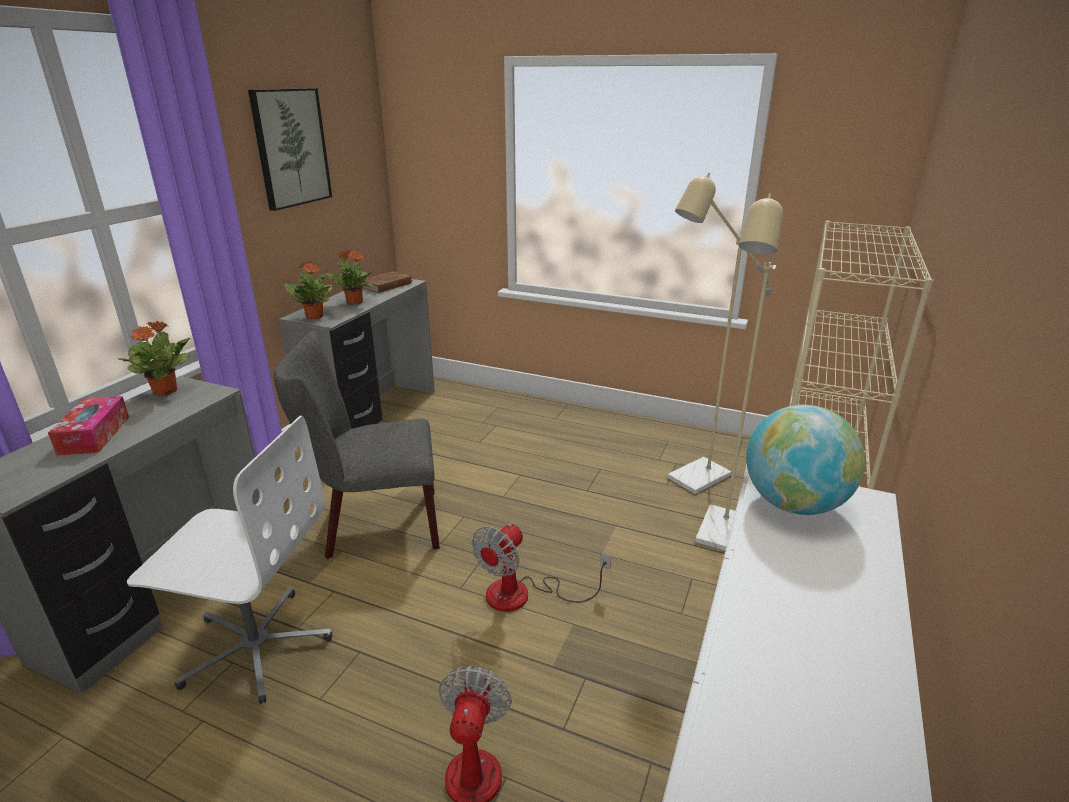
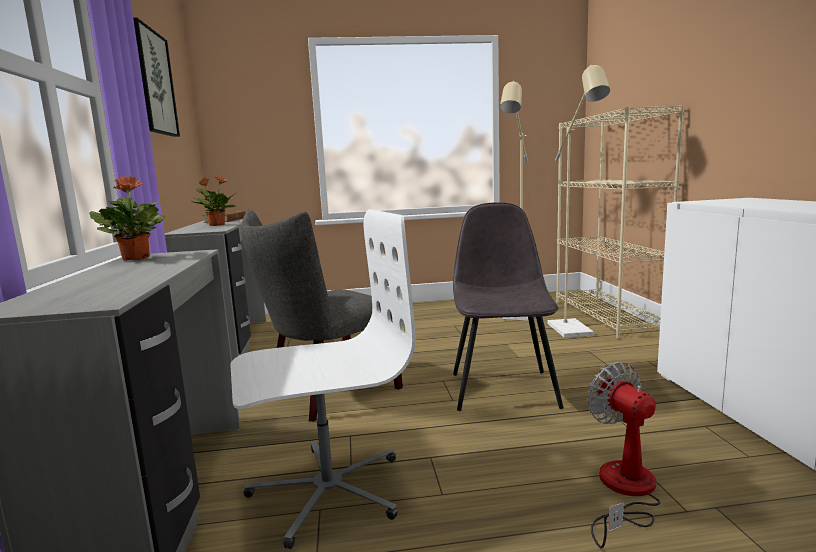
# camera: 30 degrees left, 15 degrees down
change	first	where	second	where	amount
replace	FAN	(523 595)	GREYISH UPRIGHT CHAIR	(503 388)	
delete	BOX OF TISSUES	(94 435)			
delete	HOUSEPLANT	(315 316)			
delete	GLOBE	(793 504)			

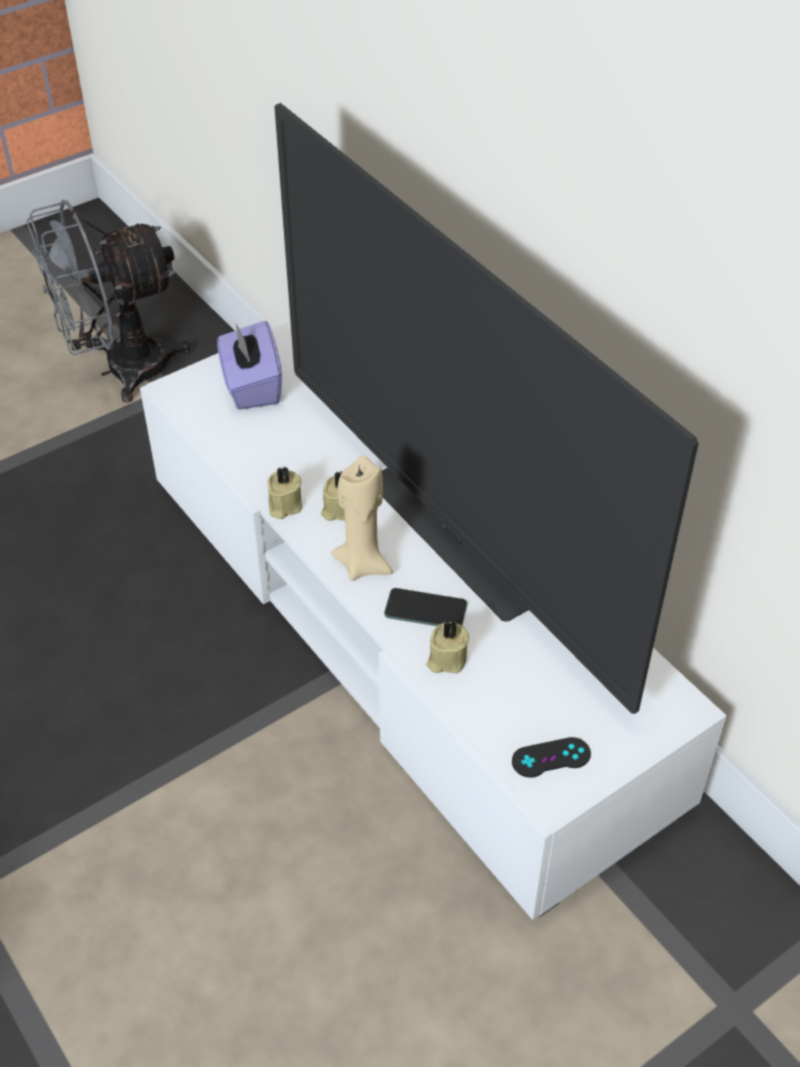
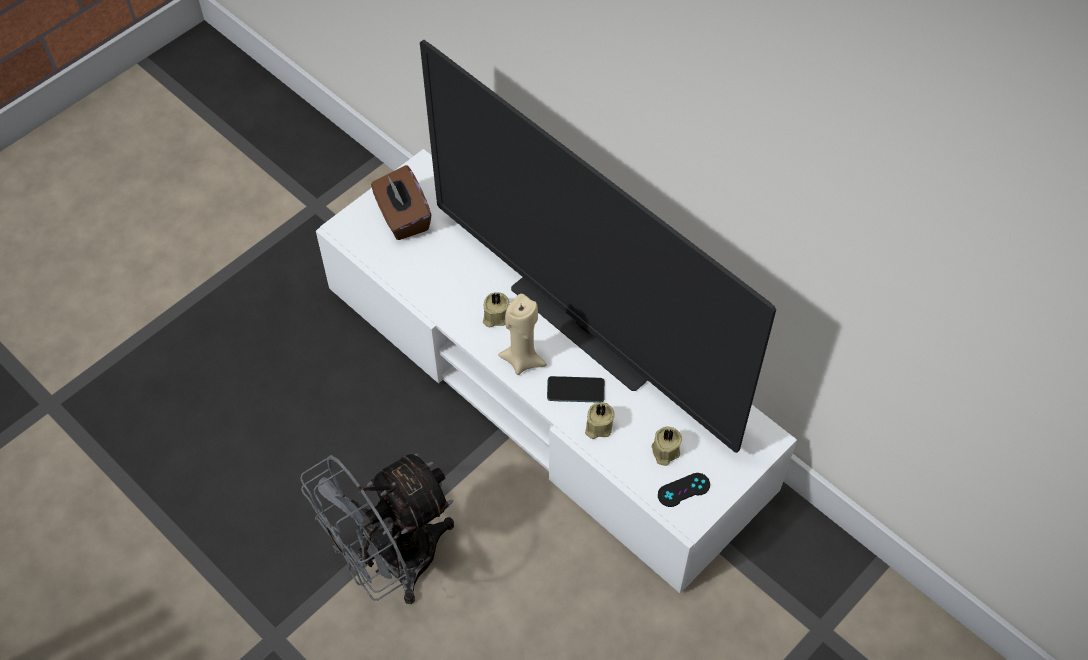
# camera: 10 degrees left, 10 degrees up
change	first	where	second	where	amount
move	GREYISH FAN	(120 370)		(392 562)	
recolor	PURPLE BOX OF TISSUES	(251 386)	BROWN-COLOURED BOX OF TISSUES	(402 217)	
move	SAND-COLOURED WAX CANDLE	(284 506)		(664 452)	

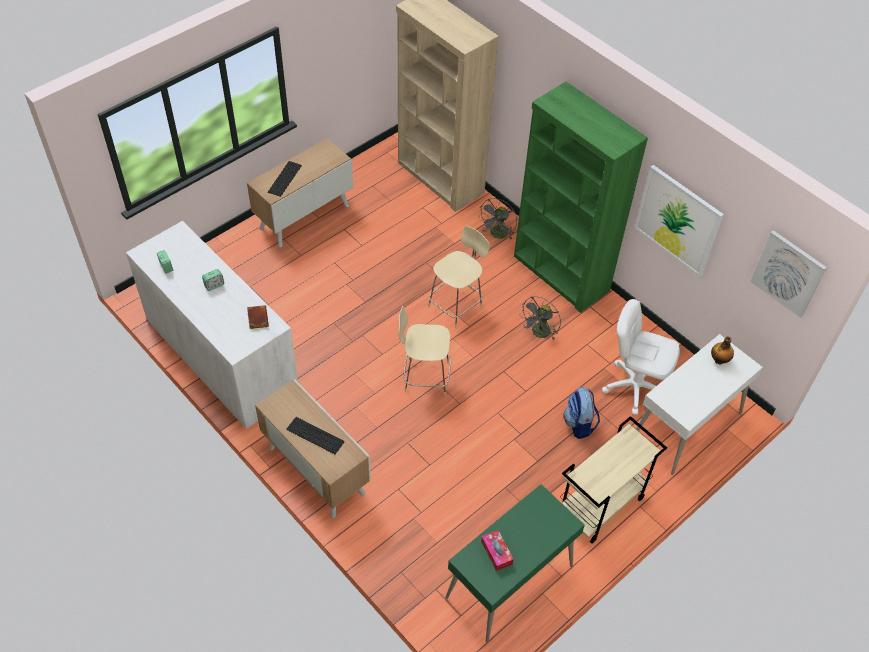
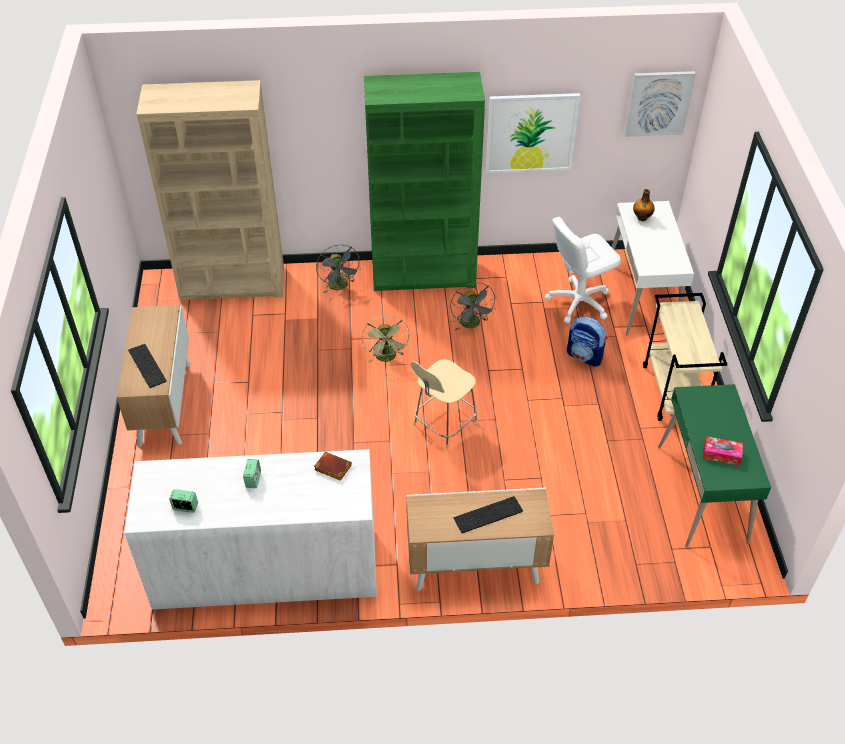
# camera: 50 degrees left, 5 degrees down
change	first	where	second	where	amount
replace	SAND-COLOURED UPRIGHT CHAIR	(456 305)	GREEN FAN	(387 358)	

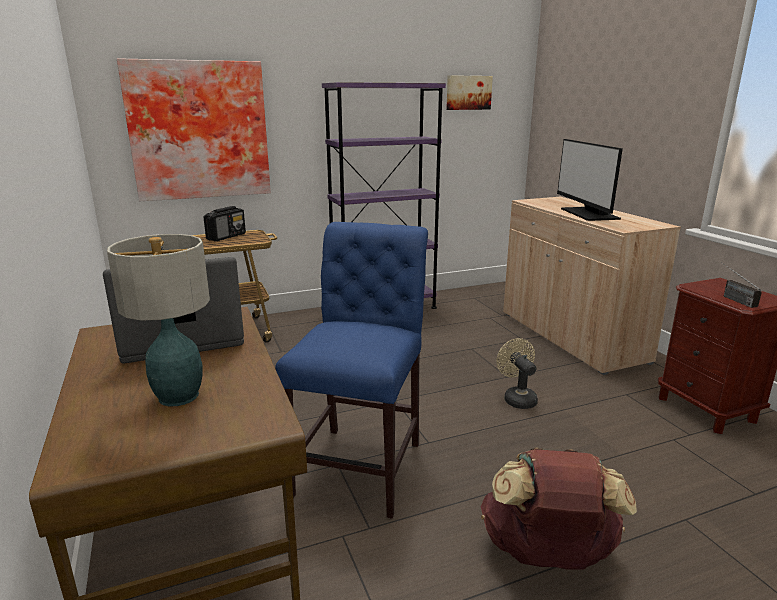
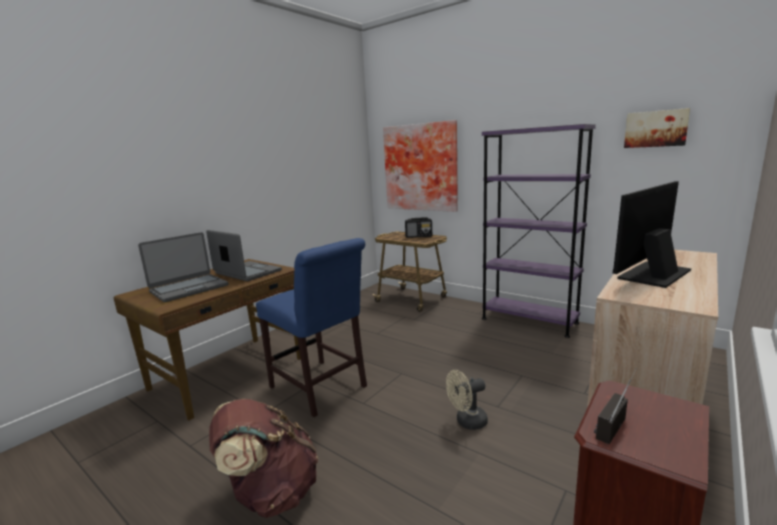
# camera: 60 degrees right, 5 degrees down
change	first	where	second	where	amount
replace	TABLE LAMP	(178 396)	LAPTOP	(189 288)	
rotate	BLUE UPRIGHT CHAIR	(362 463)		(321 389)	60 degrees clockwise
rotate	SAND-COLOURED FAN	(517 398)		(467 422)	150 degrees counterclockwise

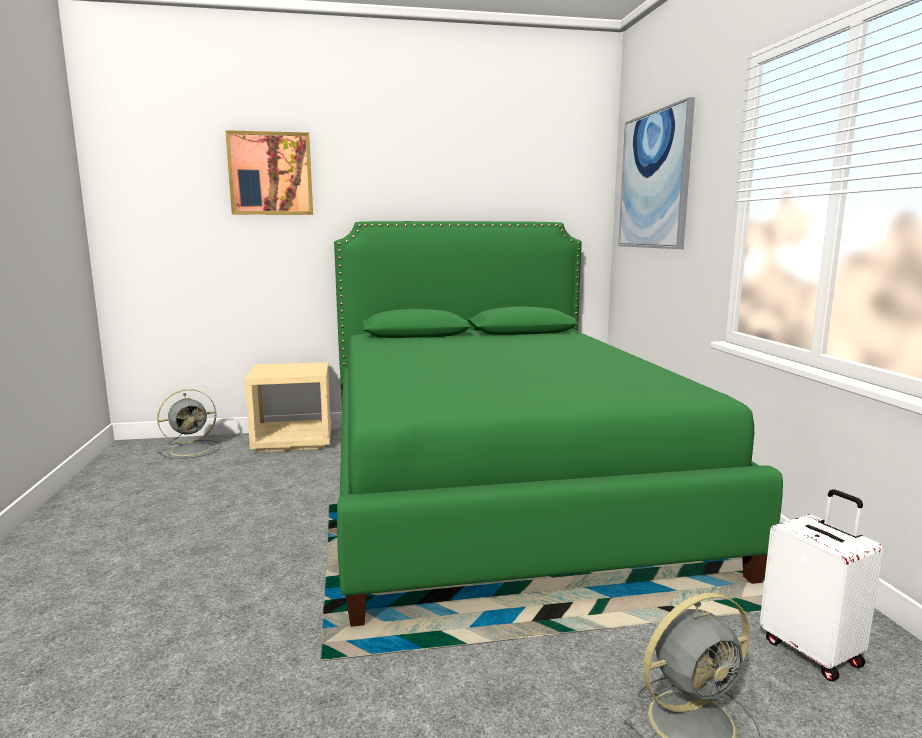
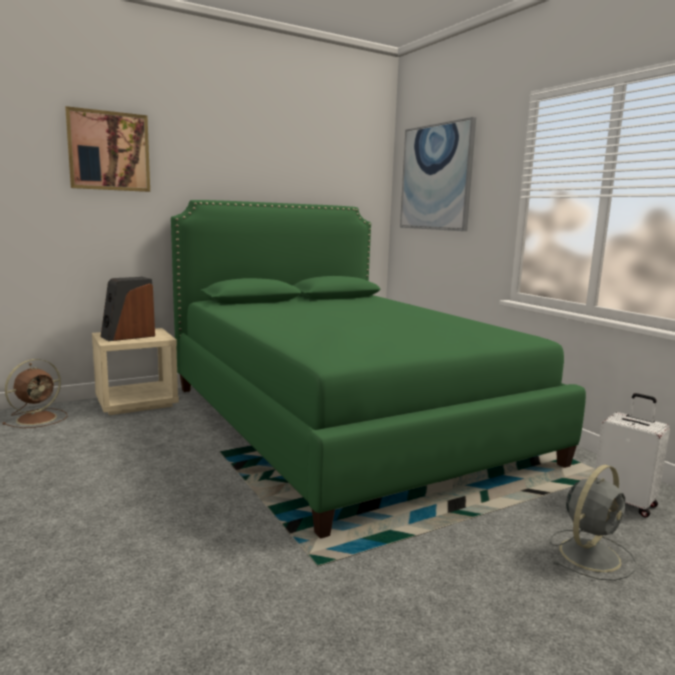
# camera: 20 degrees left, 0 degrees up
change	first	where	second	where	amount
recolor	GREYISH FAN	(192 449)	BROWN-COLOURED FAN	(38 418)	
insert			AUDIO SPEAKER	(128 336)	

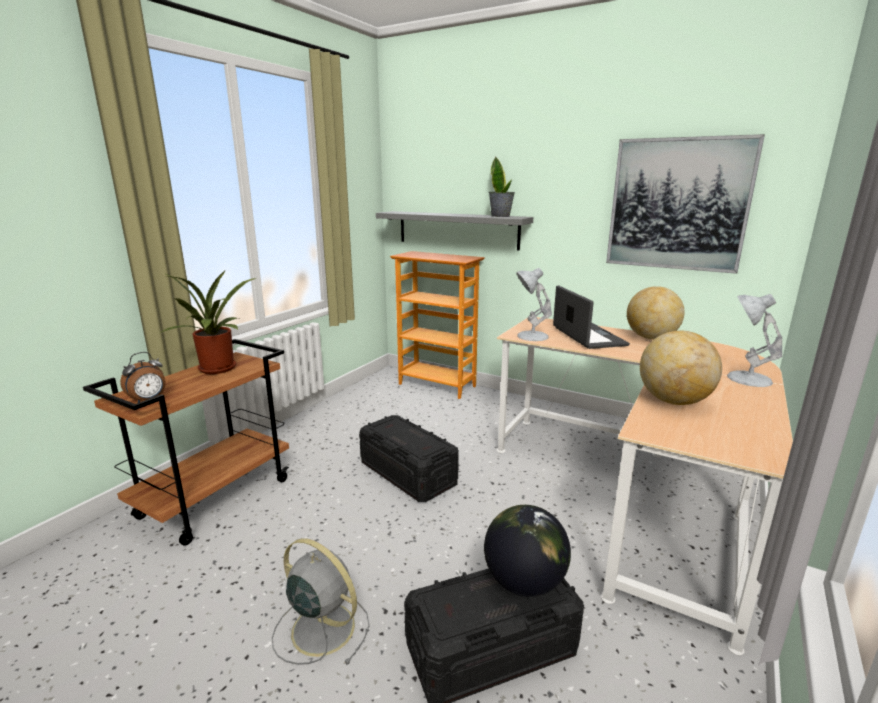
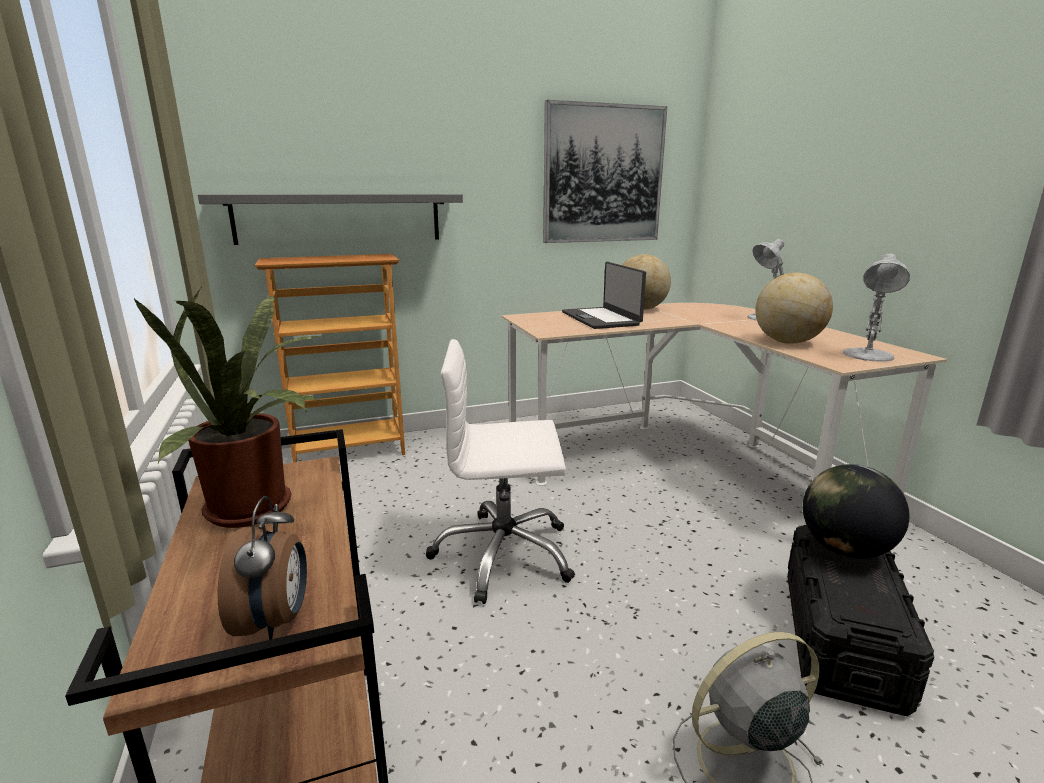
# camera: 50 degrees left, 0 degrees up
change	first	where	second	where	amount
replace	BLACK STORAGE CONTAINER	(408 473)	WHITE-COLOURED DESK CHAIR	(503 555)	
rotate	LAPTOP	(587 336)		(601 318)	135 degrees counterclockwise
move	WHITE-COLOURED TABLE LAMP	(531 336)		(868 355)	
delete	HOUSEPLANT	(500 216)			

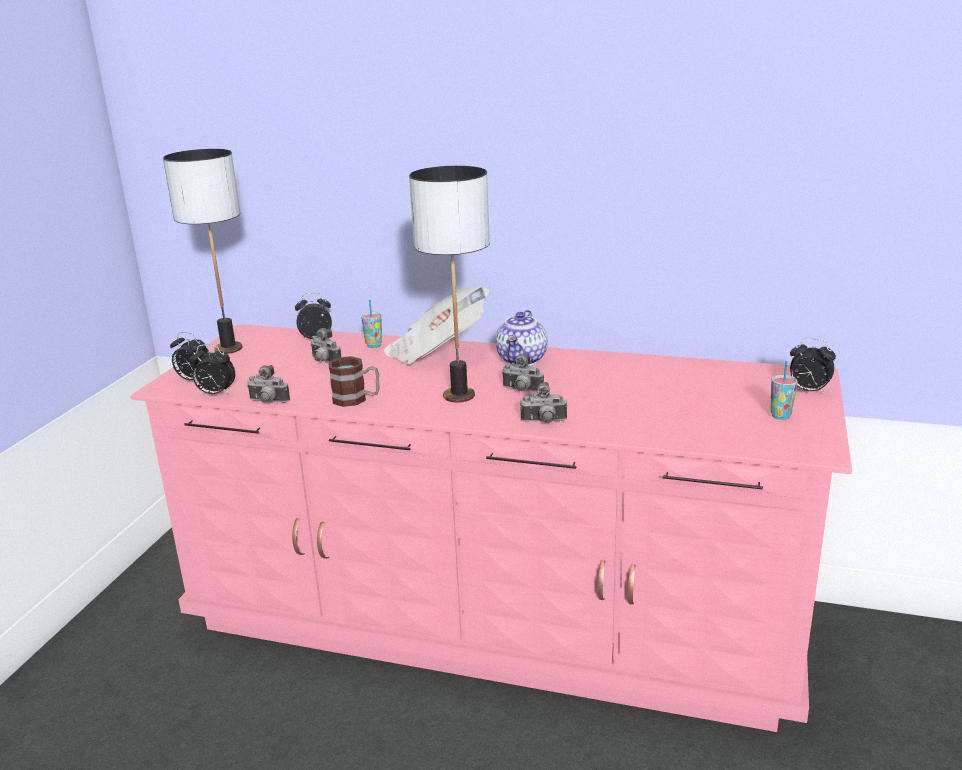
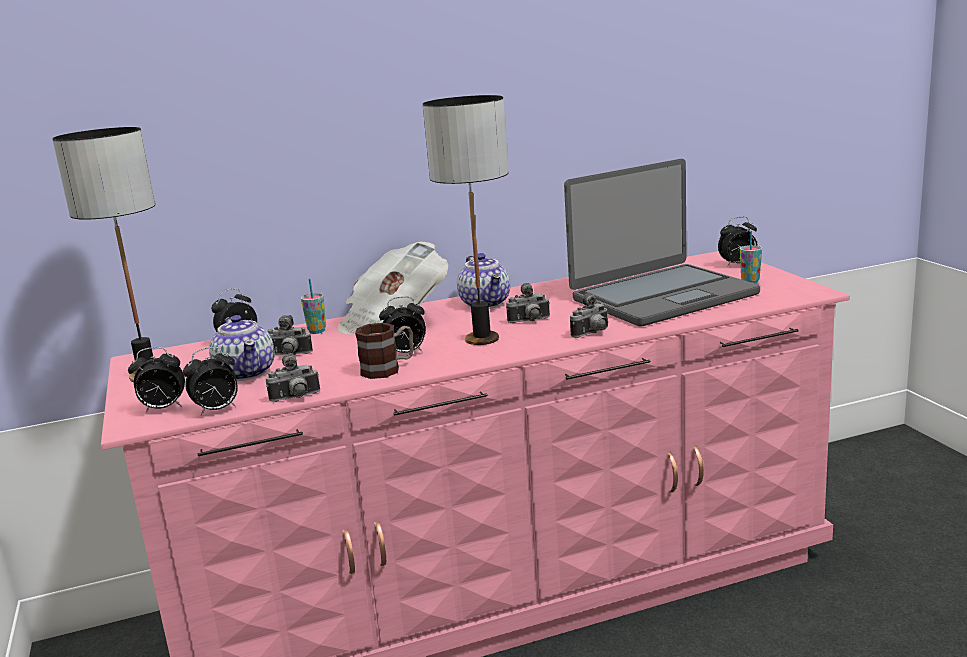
# camera: 35 degrees left, 5 degrees down
change	first	where	second	where	amount
insert			TEA POT	(246 372)	
insert			BEDSIDE CLOCK	(406 353)	
insert			LAPTOP	(662 296)	

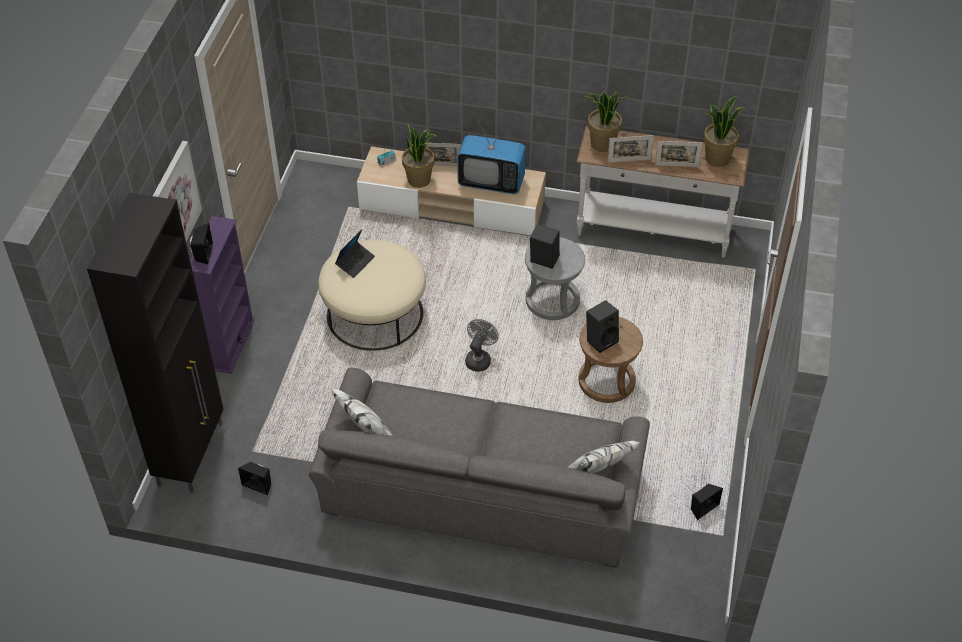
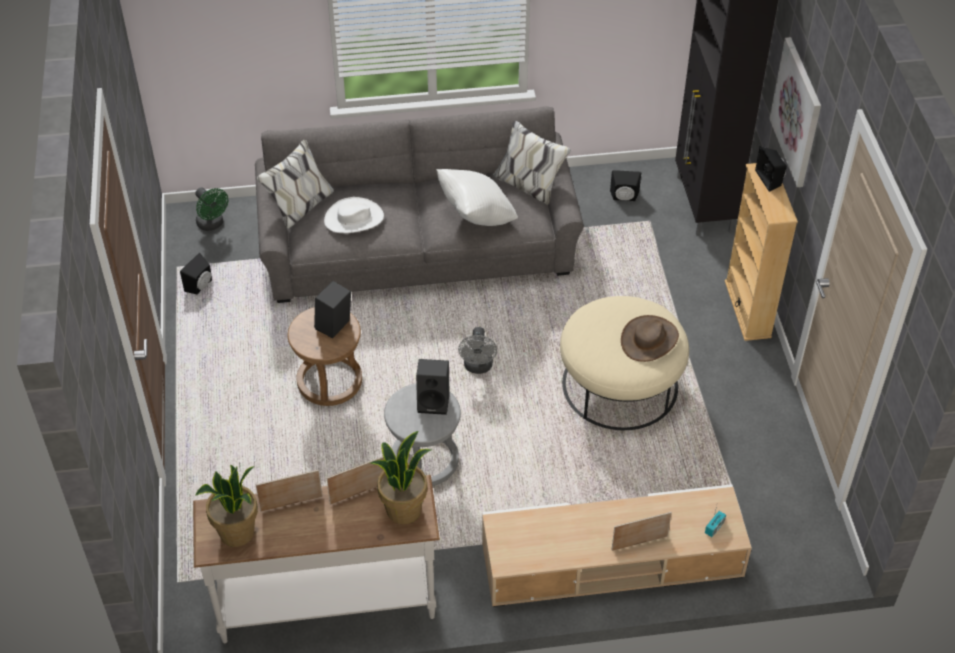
# camera: 160 degrees right, 0 degrees up
change	first	where	second	where	amount
insert			GREEN FAN	(212 224)	
insert			WHITE-COLOURED WEARABLE HAT	(354 218)	
insert			WHITE-COLOURED PILLOW	(476 215)	
replace	LAPTOP	(355 262)	BROWN-COLOURED WEARABLE HAT	(649 340)	
recolor	PURPLE SHELVING UNIT	(231 344)	SAND-COLOURED SHELVING UNIT	(747 309)	
delete	HOUSEPLANT	(419 180)			
delete	TELEVISION	(491 182)			

